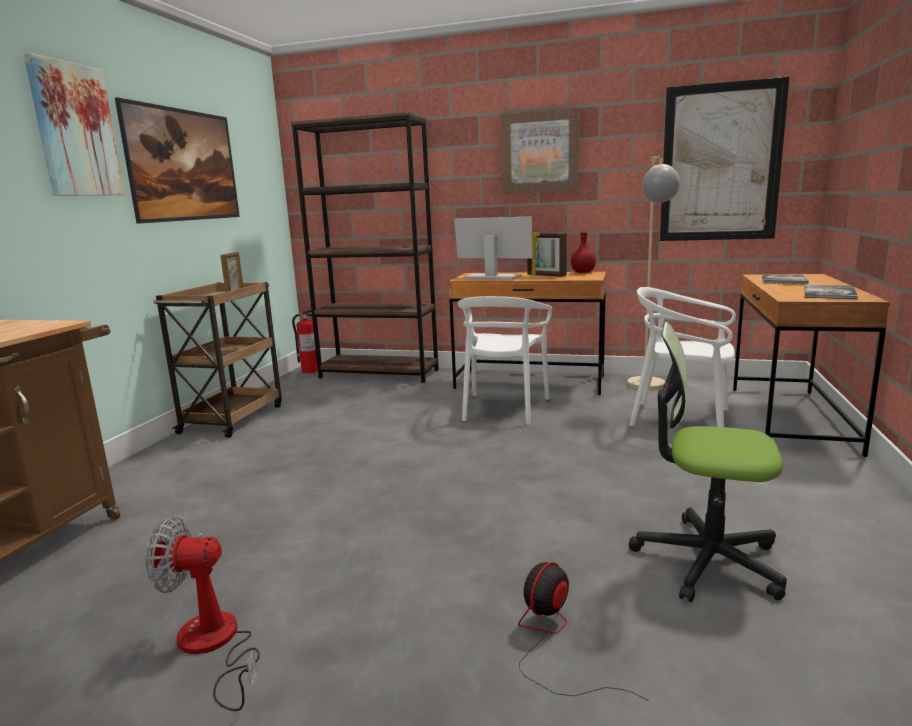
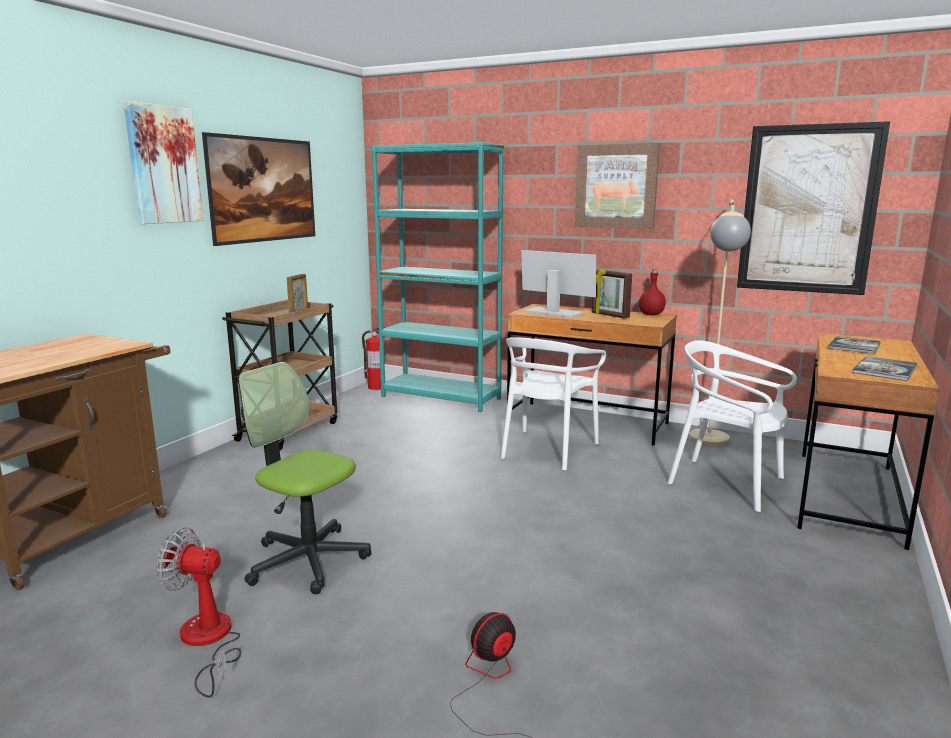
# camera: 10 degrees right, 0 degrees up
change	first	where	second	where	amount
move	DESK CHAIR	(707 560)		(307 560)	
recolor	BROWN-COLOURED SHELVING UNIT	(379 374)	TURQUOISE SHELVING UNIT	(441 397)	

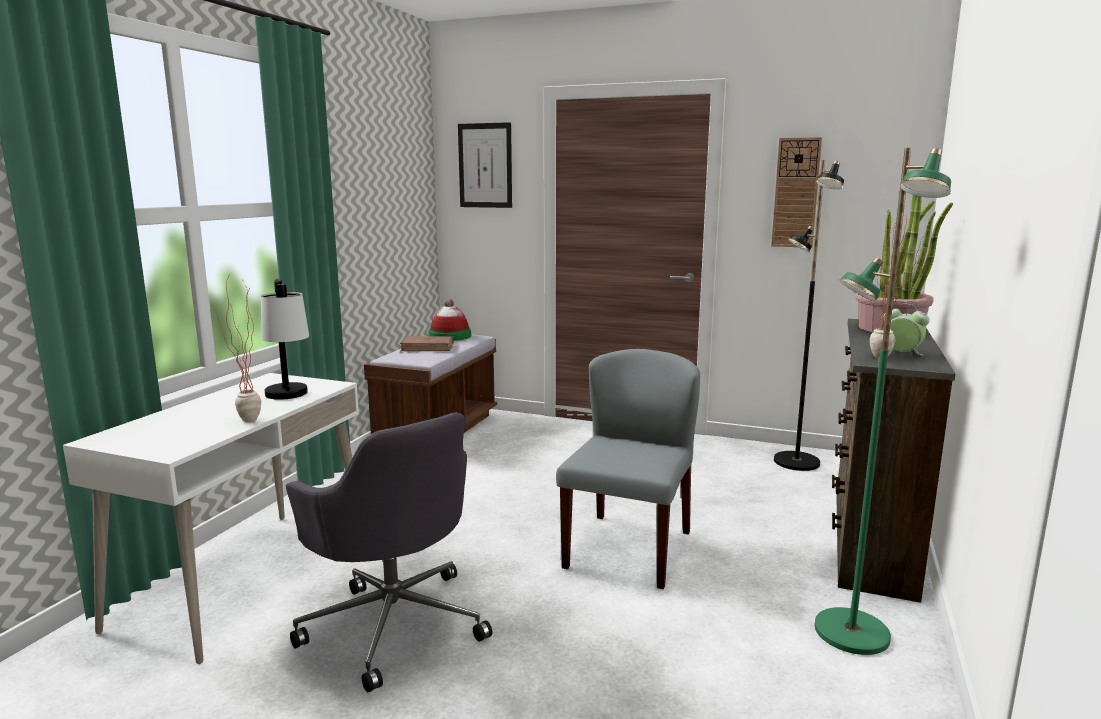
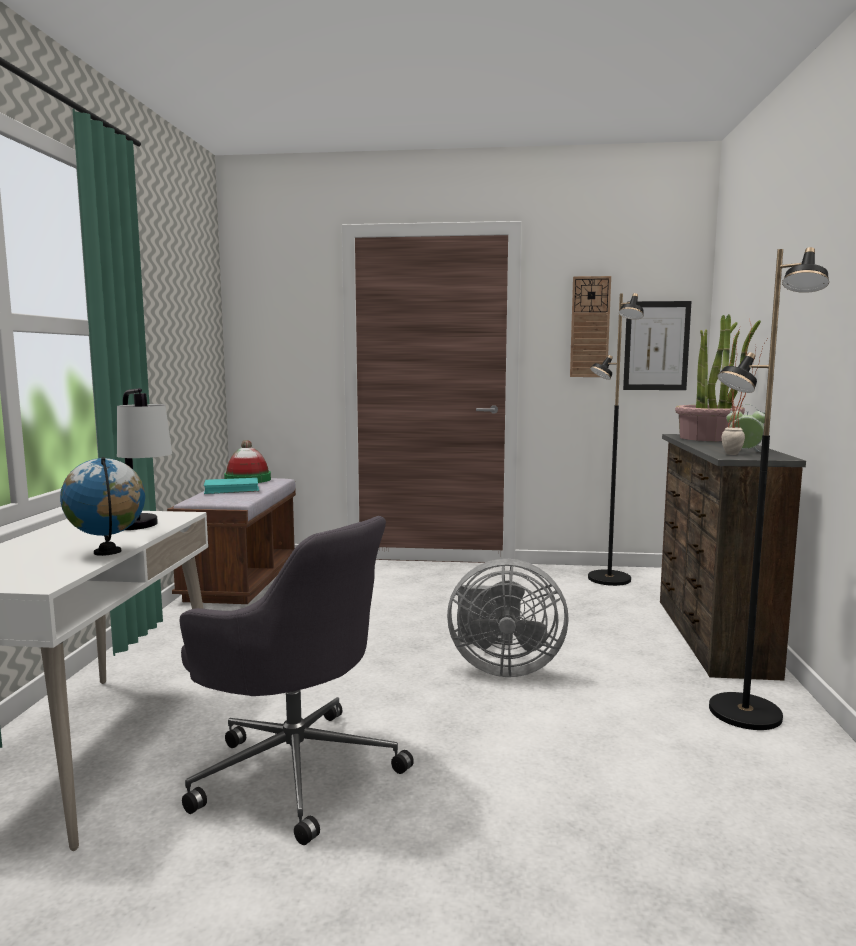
# camera: 15 degrees left, 5 degrees down
change	first	where	second	where	amount
replace	HOUSEPLANT	(244 423)	GLOBE	(108 552)	
recolor	BROWN-COLOURED VOLUME	(428 347)	TURQUOISE VOLUME	(232 489)	
replace	GREYISH UPRIGHT CHAIR	(628 548)	GREYISH FAN	(501 667)	
move	WALL ART	(485 165)		(656 346)	
recolor	GREEN STANDING LAMP	(850 633)	BLACK STANDING LAMP	(744 713)	

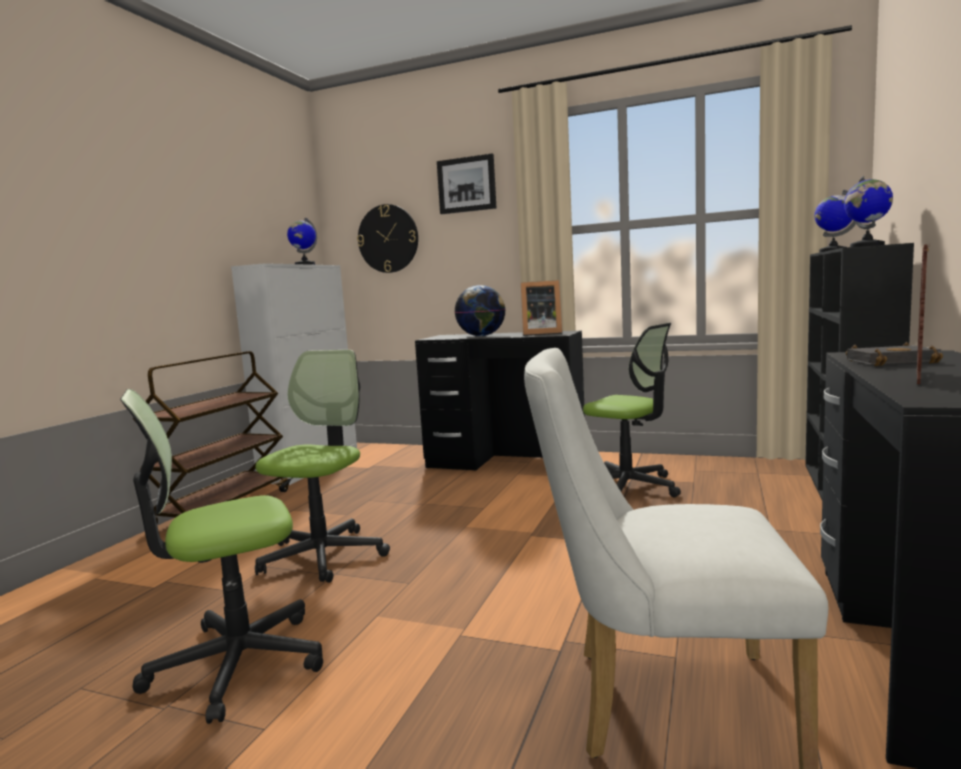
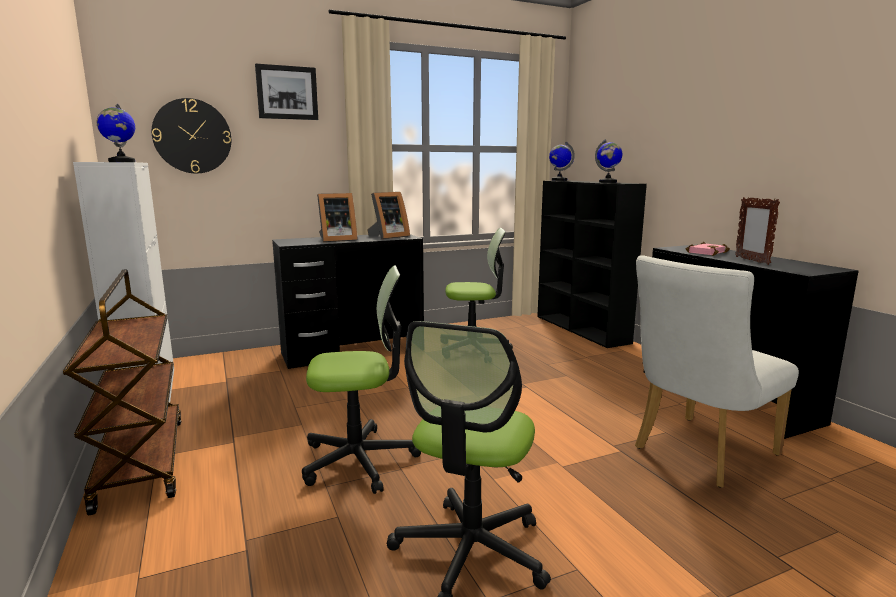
# camera: 45 degrees left, 5 degrees up
change	first	where	second	where	amount
rotate	DESK CHAIR	(323 556)		(359 460)	105 degrees clockwise
replace	GLOBE	(481 336)	PHOTO FRAME	(336 240)	
recolor	BLACK VOLUME	(891 361)	PINKISH VOLUME	(706 252)	

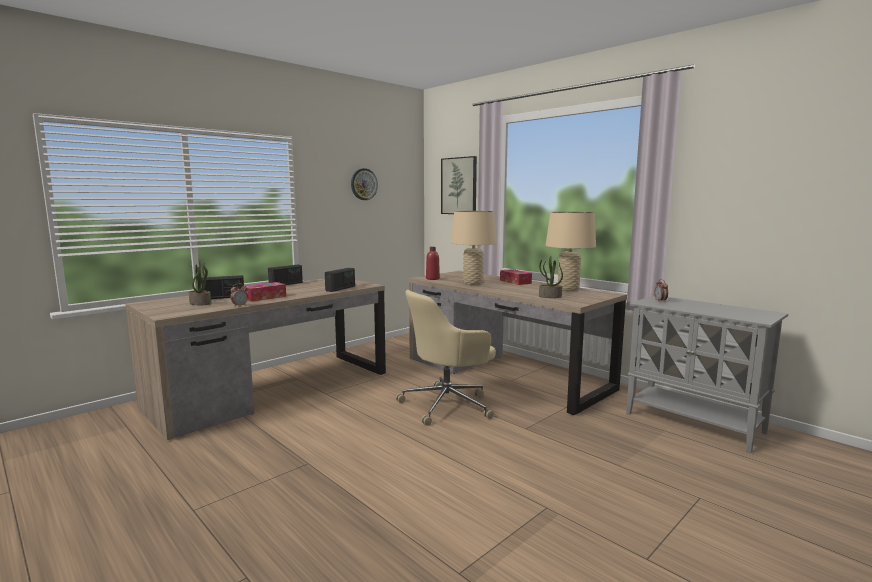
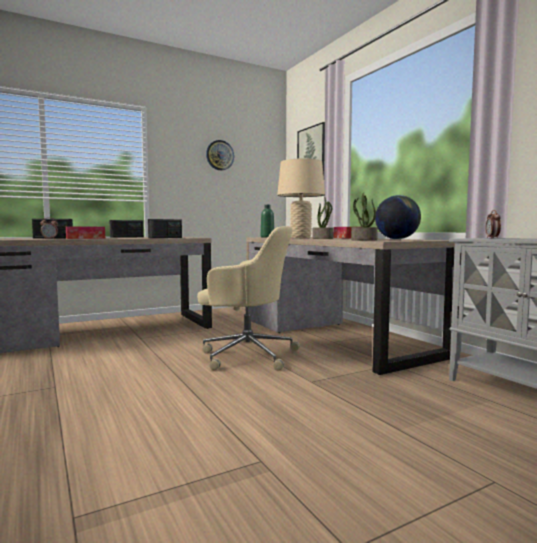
# camera: 15 degrees right, 5 degrees down
change	first	where	second	where	amount
rotate	SAND-COLOURED DESK CHAIR	(448 405)		(246 355)	150 degrees counterclockwise
recolor	RED BEVERAGE BOTTLE	(432 279)	GREEN BEVERAGE BOTTLE	(267 237)	
move	HOUSEPLANT	(201 303)		(323 238)	
replace	SAND-COLOURED TABLE LAMP	(568 289)	GLOBE	(397 239)	

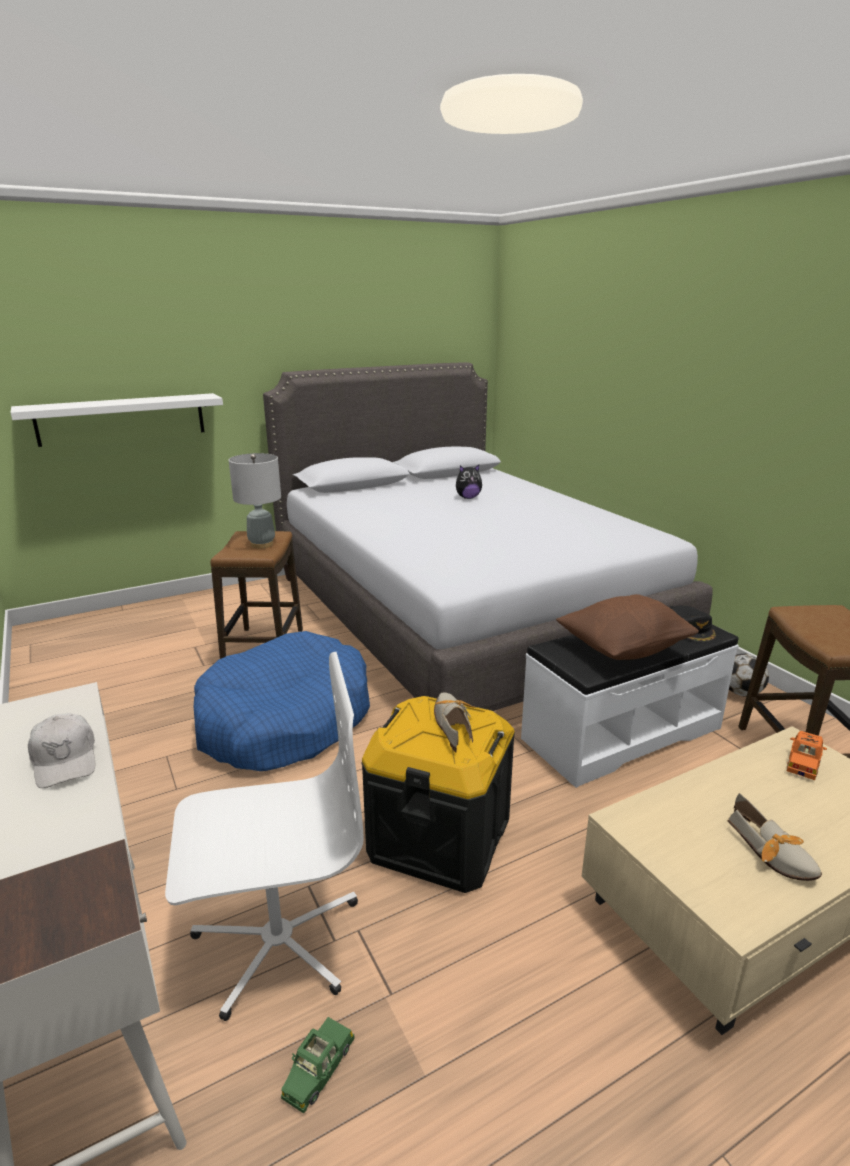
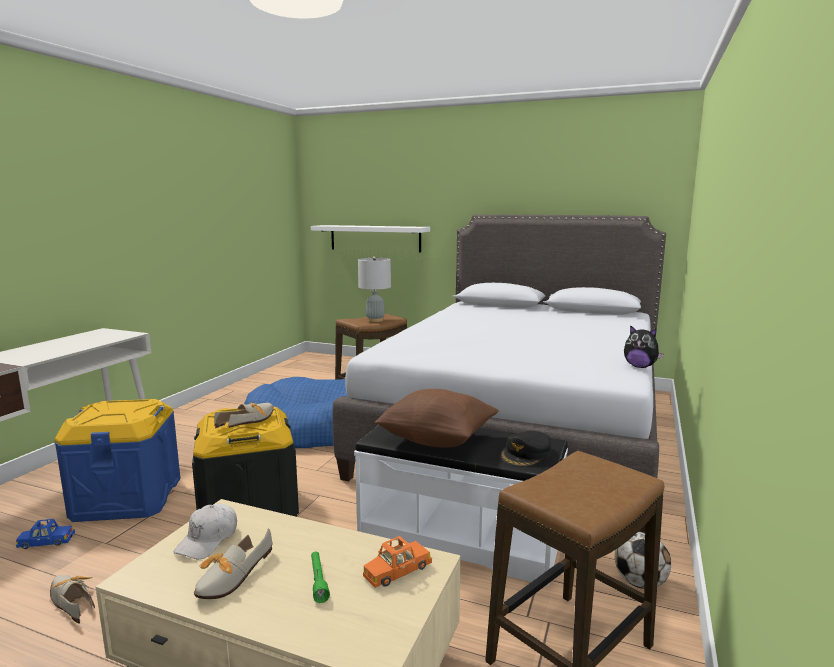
# camera: 50 degrees right, 10 degrees down
change	first	where	second	where	amount
recolor	GREEN MODEL CAR	(318 1069)	BLUE MODEL CAR	(46 542)	
insert			LOW SHOE	(72 600)	
replace	WHITE-COLOURED DESK CHAIR	(277 940)	BLUE STORAGE CONTAINER	(127 498)	
move	WHITE-COLOURED PEAKED CAP	(65 760)		(208 540)	
insert			GREEN HAND TORCH	(318 581)	
rotate	ORANGE-COLOURED MODEL CAR	(803 761)		(397 571)	150 degrees clockwise
move	SOFT TOY	(468 498)		(640 367)	

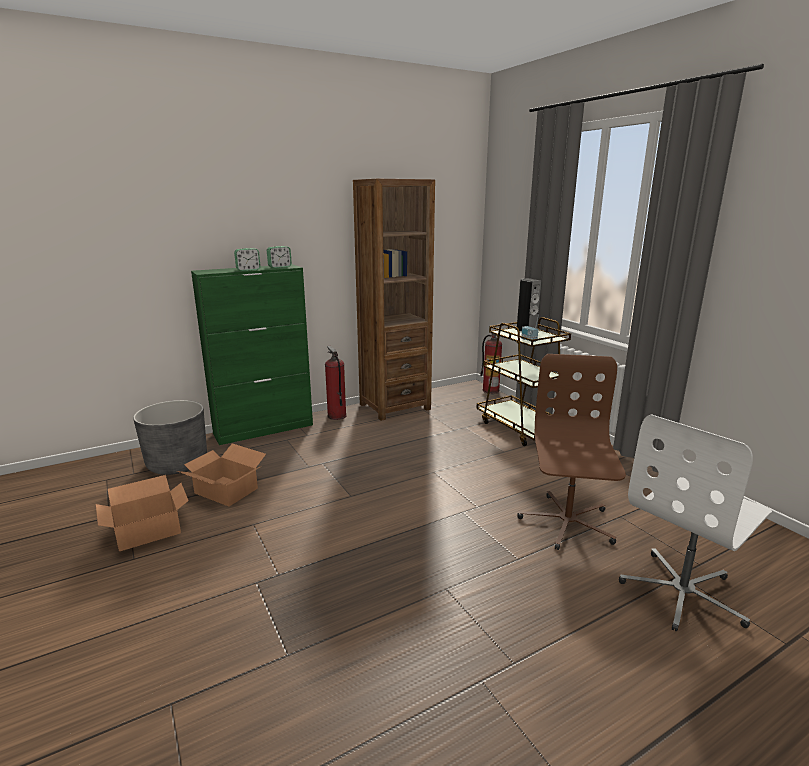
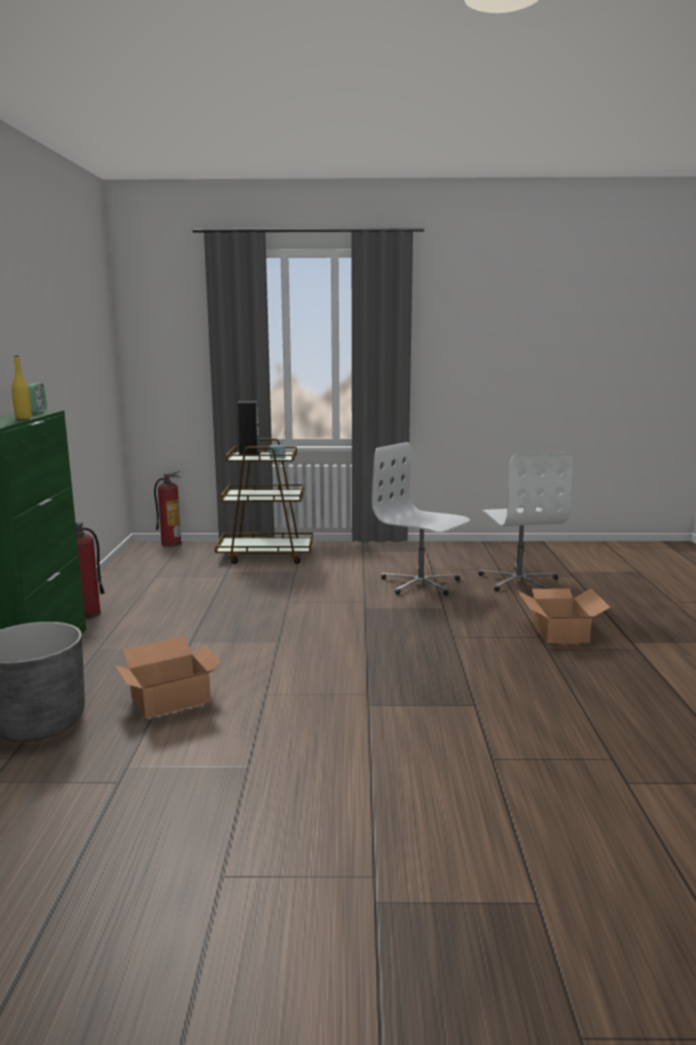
# camera: 60 degrees left, 5 degrees down
change	first	where	second	where	amount
replace	BEDSIDE CLOCK	(248 270)	YELLOWISH BEVERAGE BOTTLE	(23 418)	
recolor	BROWN-COLOURED DESK CHAIR	(566 523)	WHITE-COLOURED DESK CHAIR	(420 584)	
move	CARDBOARD BOX	(148 531)		(560 631)	
delete	BROWN-COLOURED SHELVING UNIT	(394 406)			

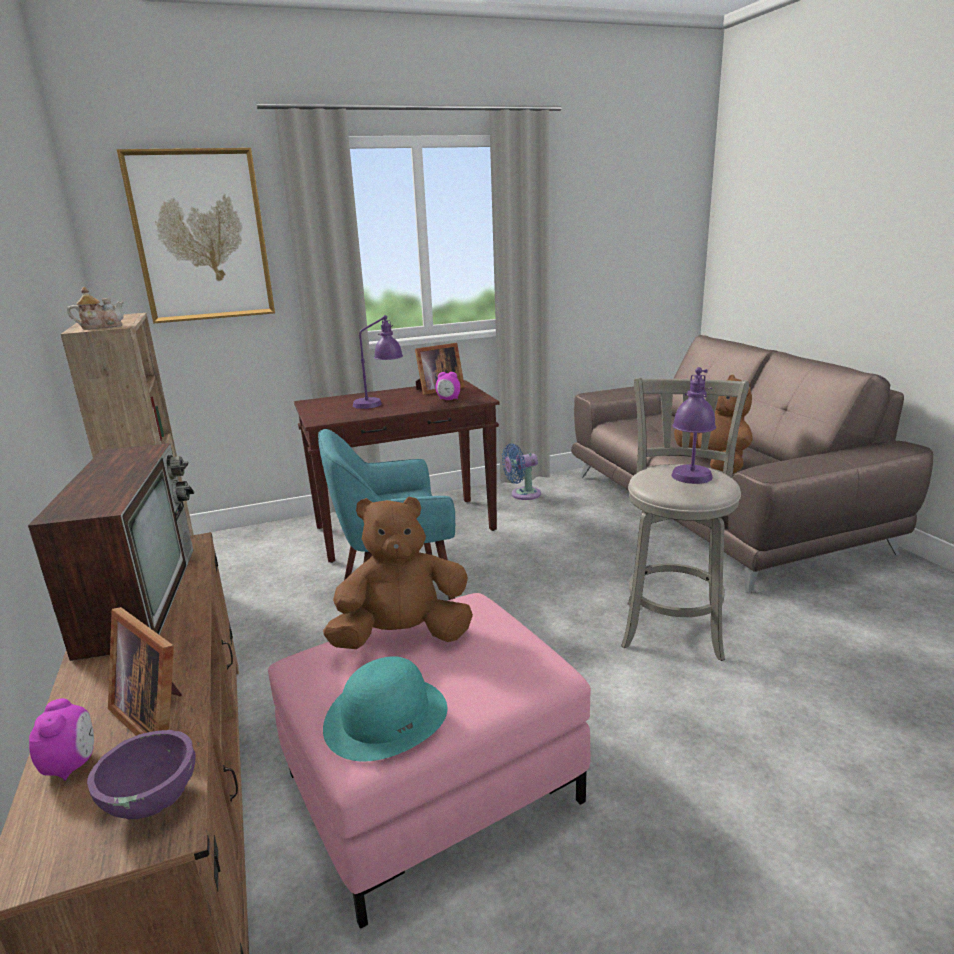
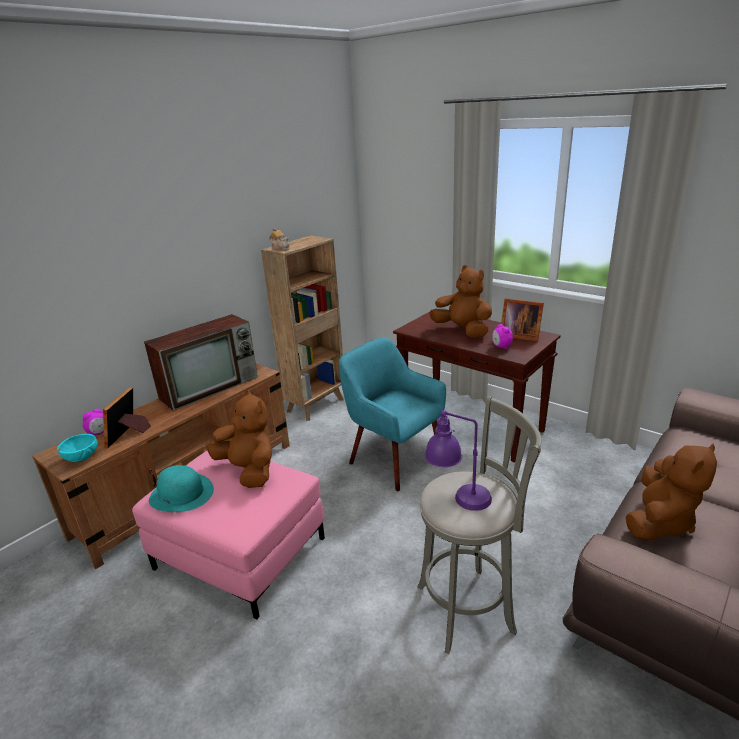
# camera: 60 degrees right, 5 degrees up
change	first	where	second	where	amount
recolor	PURPLE SERVING BOWL	(151 802)	TURQUOISE SERVING BOWL	(82 458)	
replace	PURPLE TABLE LAMP	(380 403)	BROWN-COLOURED SOFT TOY	(463 331)	
delete	WALL ART	(201 236)			
delete	BLUE FAN	(522 494)			

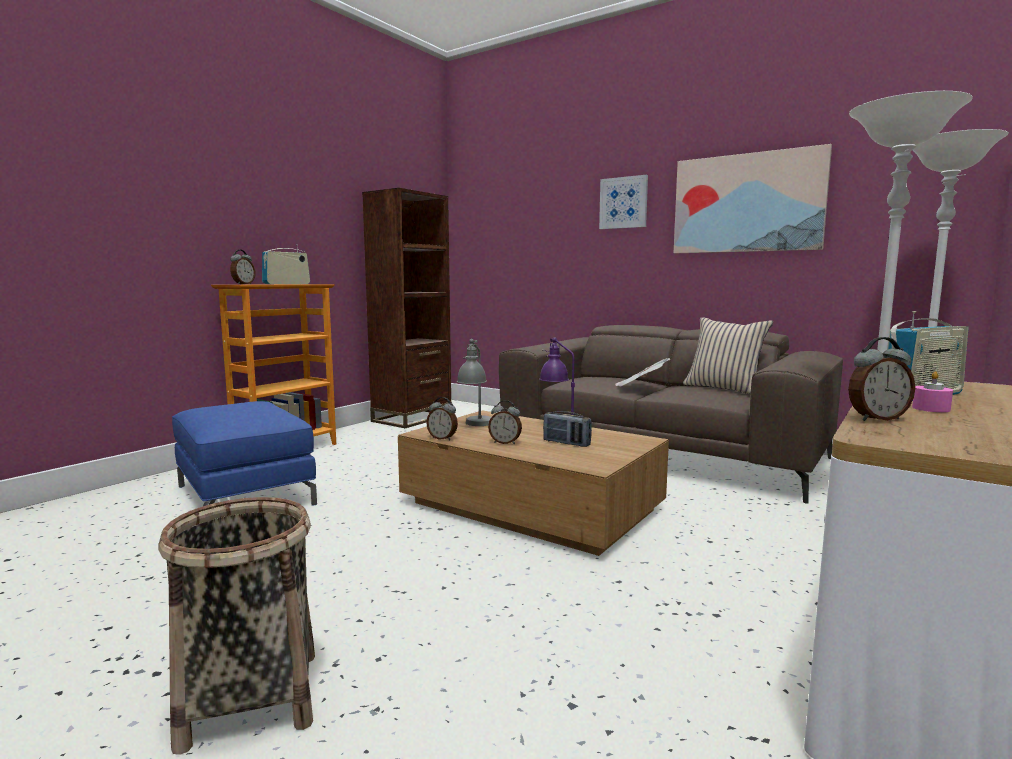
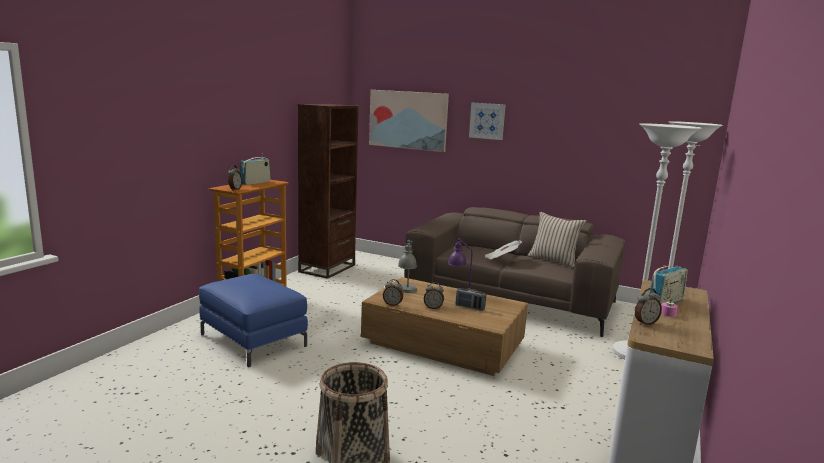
# camera: 10 degrees left, 5 degrees up
change	first	where	second	where	amount
move	WALL ART	(747 203)		(408 120)	

